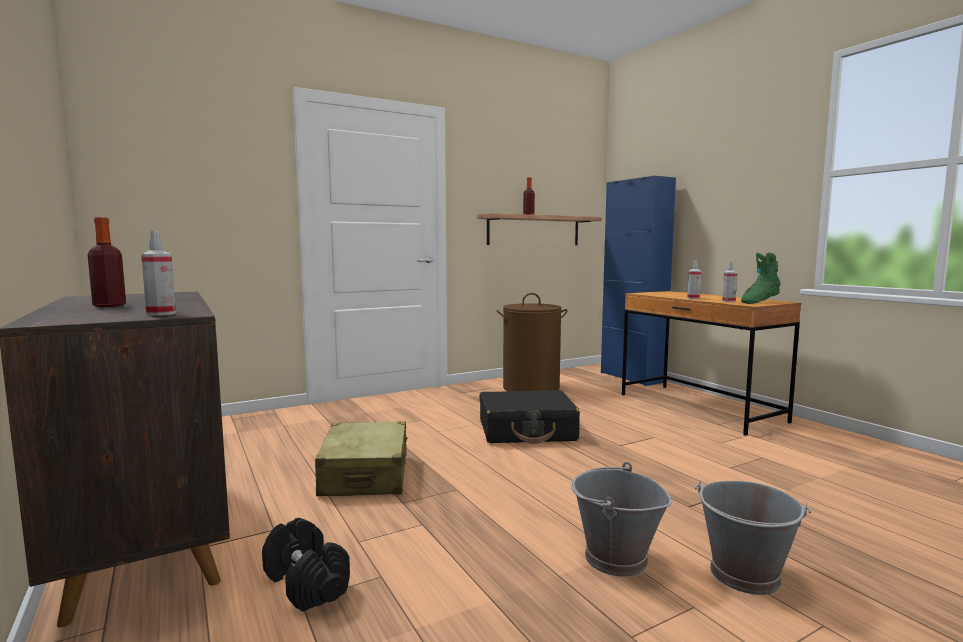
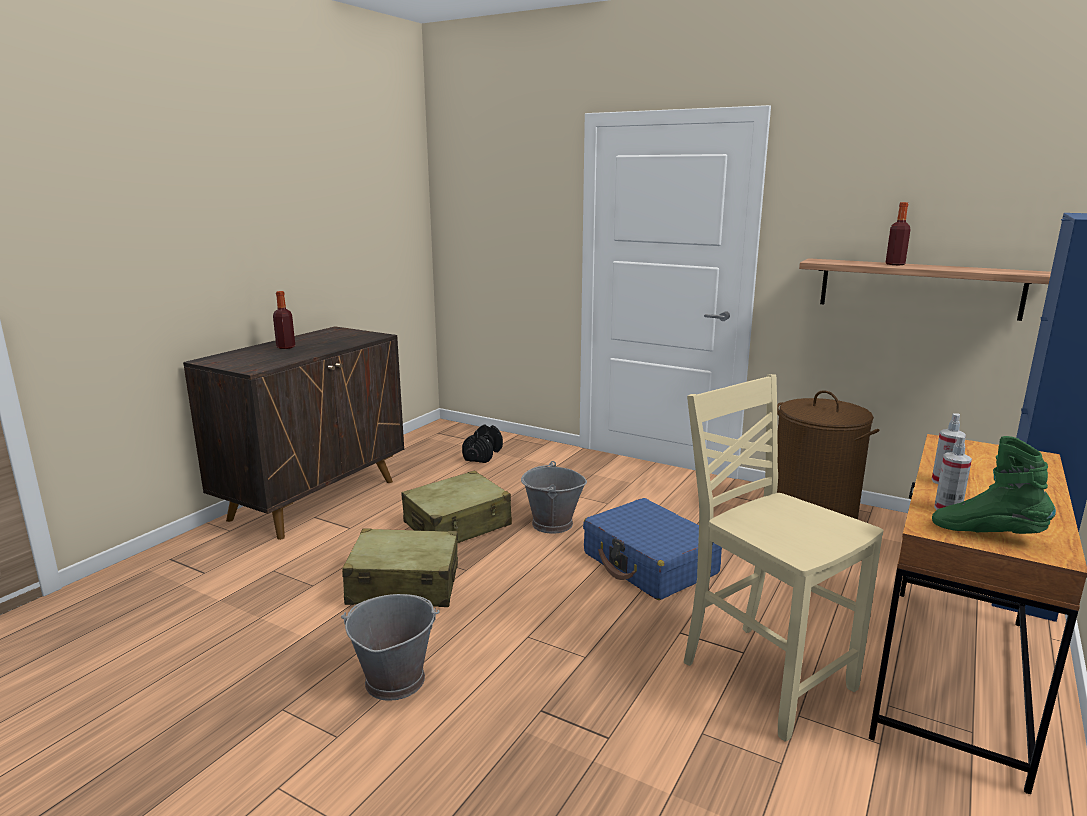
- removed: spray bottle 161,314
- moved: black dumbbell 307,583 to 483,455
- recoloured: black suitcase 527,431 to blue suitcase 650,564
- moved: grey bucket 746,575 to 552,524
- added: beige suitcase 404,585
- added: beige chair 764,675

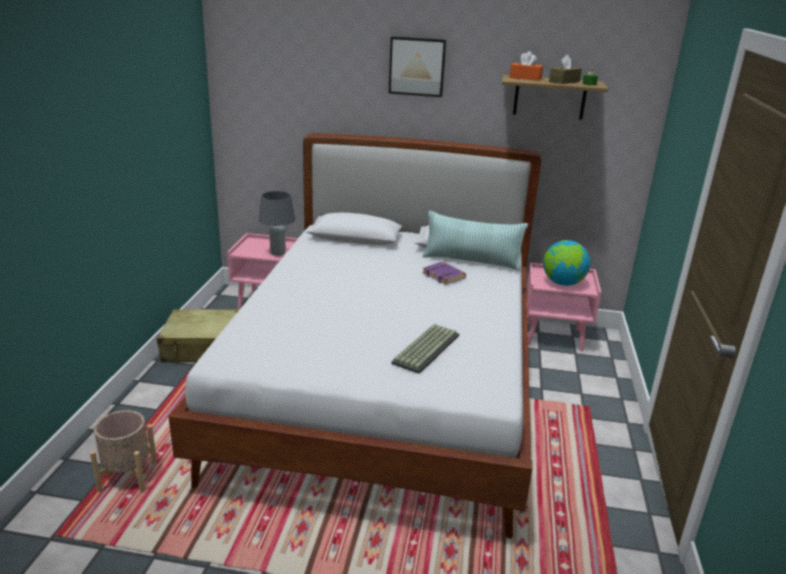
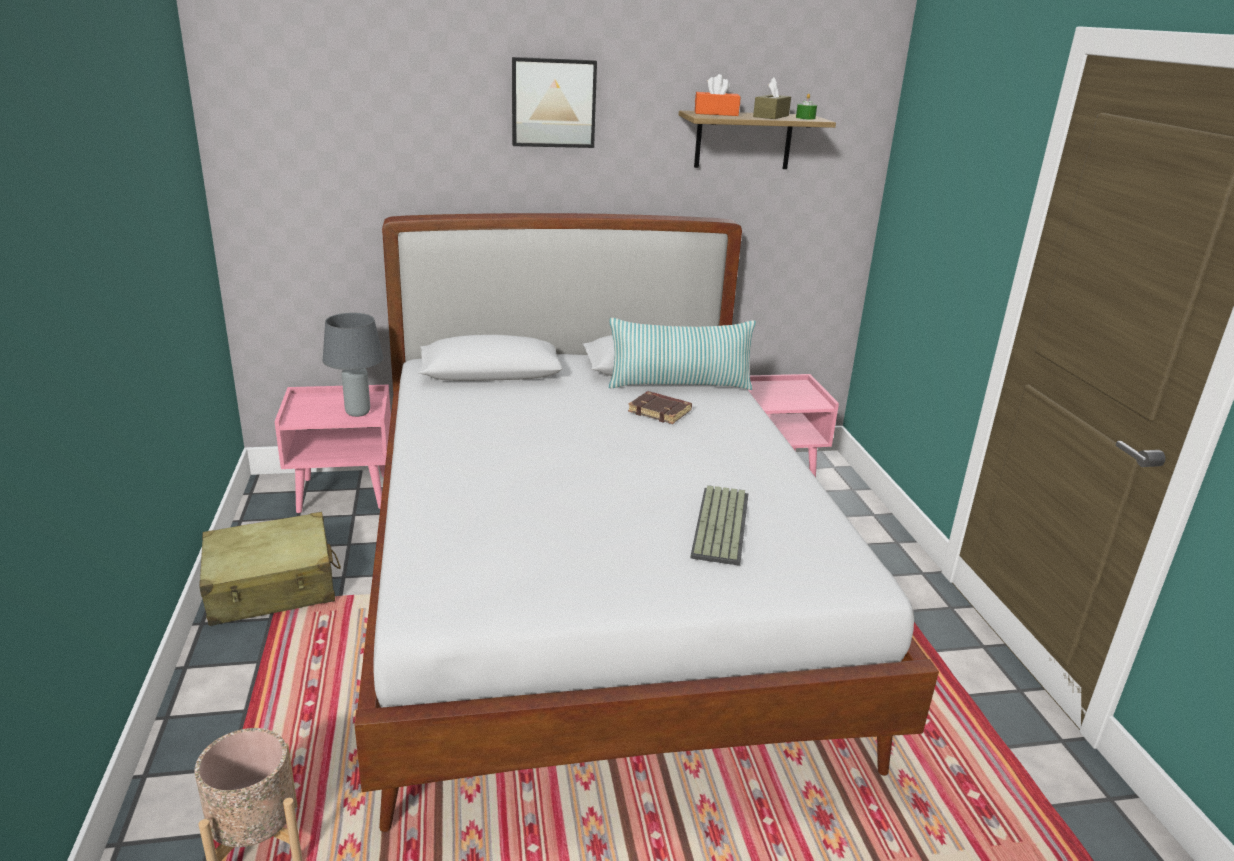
- recoloured: purple book 444,276 to brown book 660,411
- removed: globe 562,283

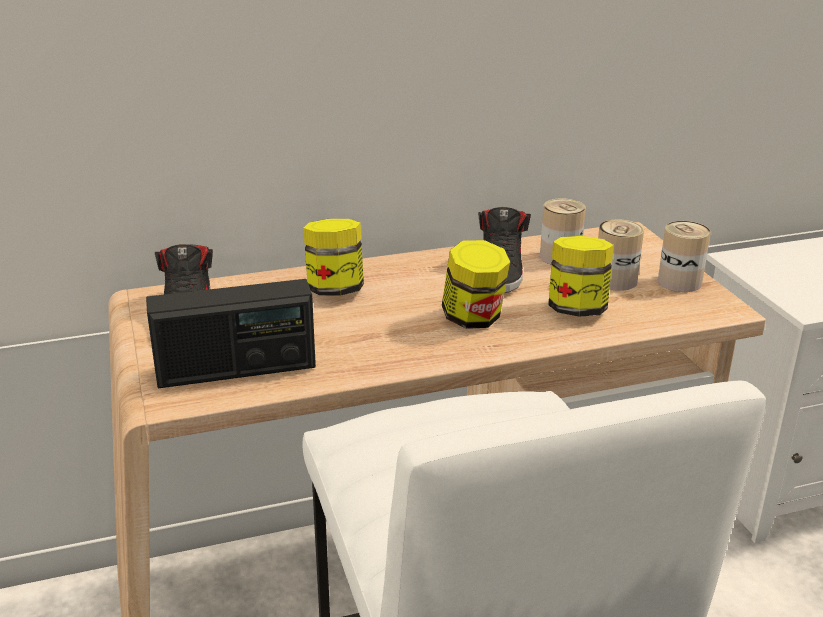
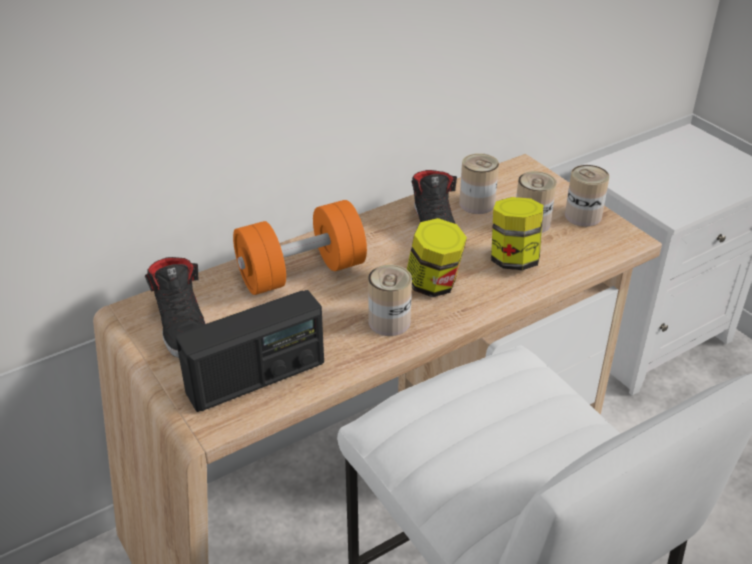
- replaced: jar 335,290 to orange dumbbell 301,273
- added: can 389,322

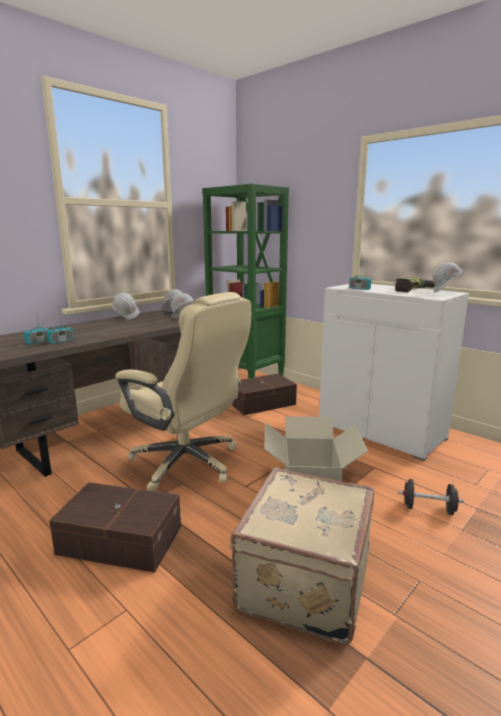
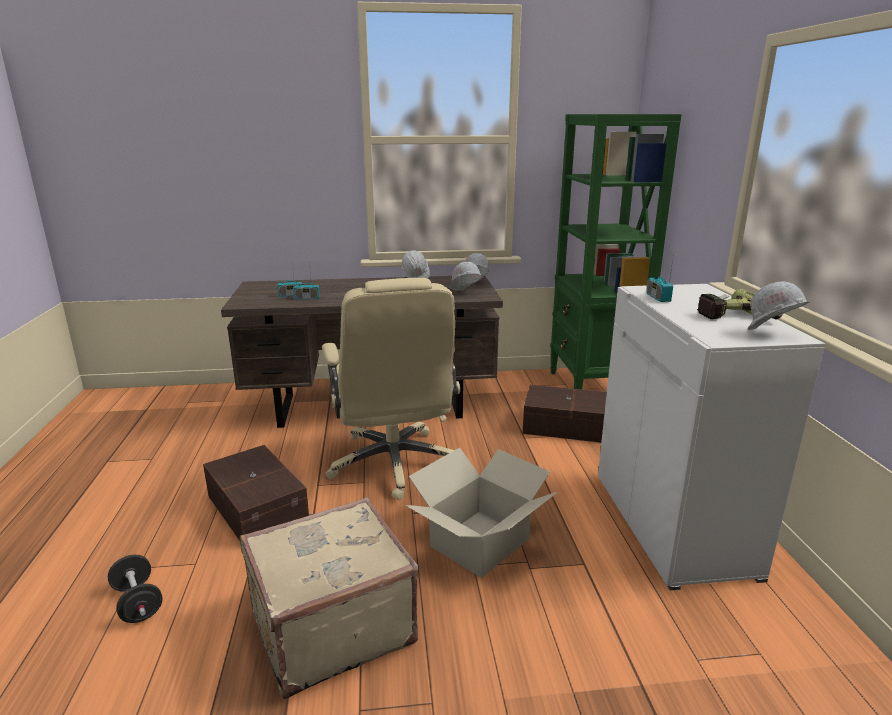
- moved: black dumbbell 428,509 to 138,603

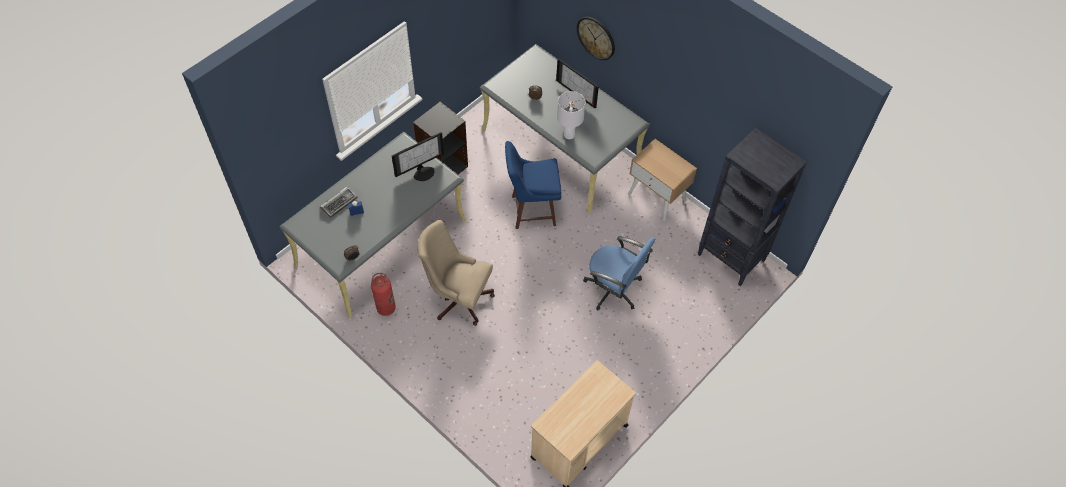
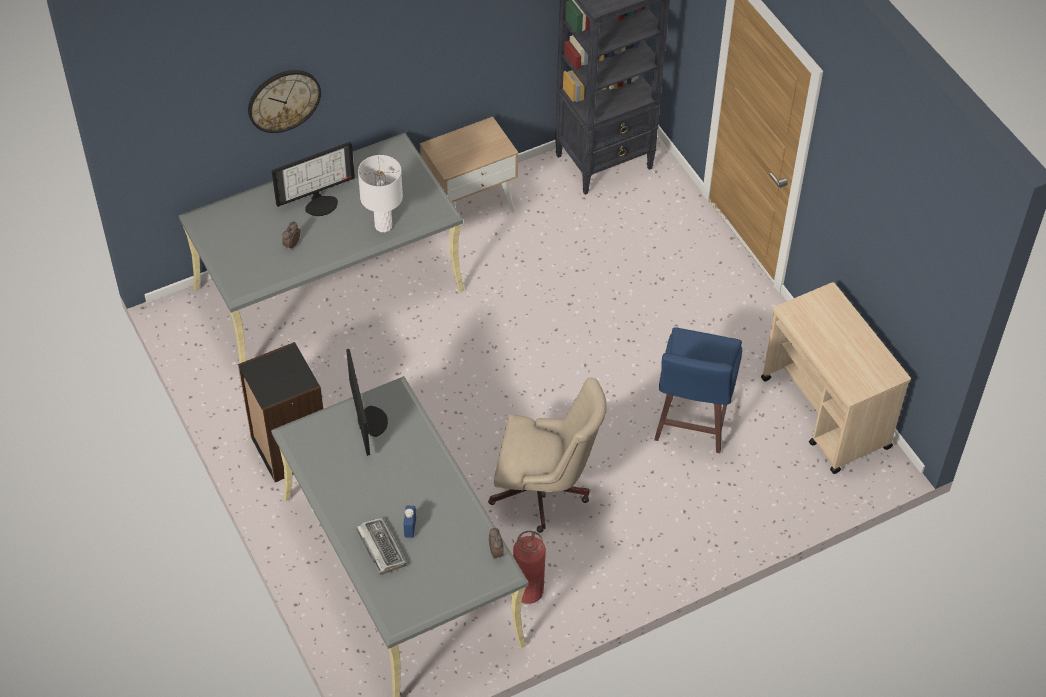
- turned: beige office chair 458,297 = 545,492 120 degrees counterclockwise
- moved: blue stool 532,210 to 691,422
- removed: blue office chair 613,289

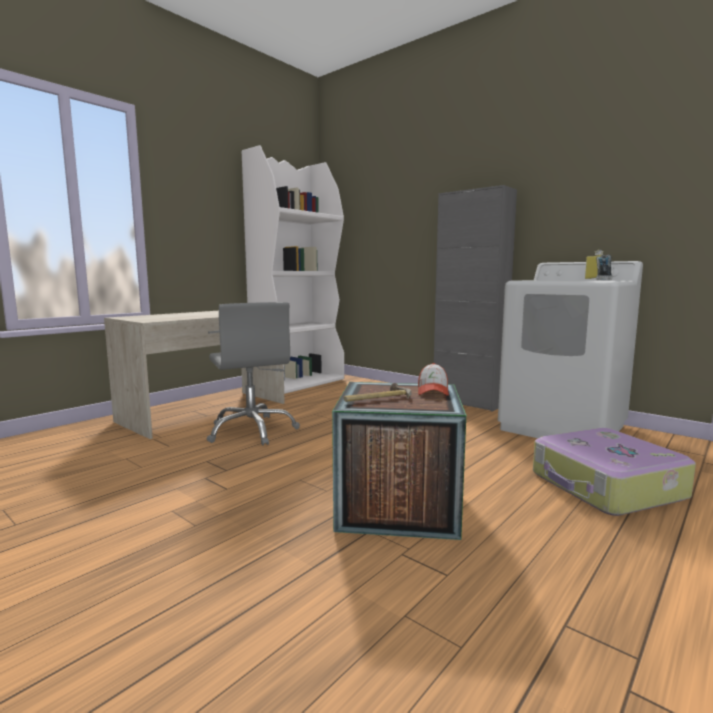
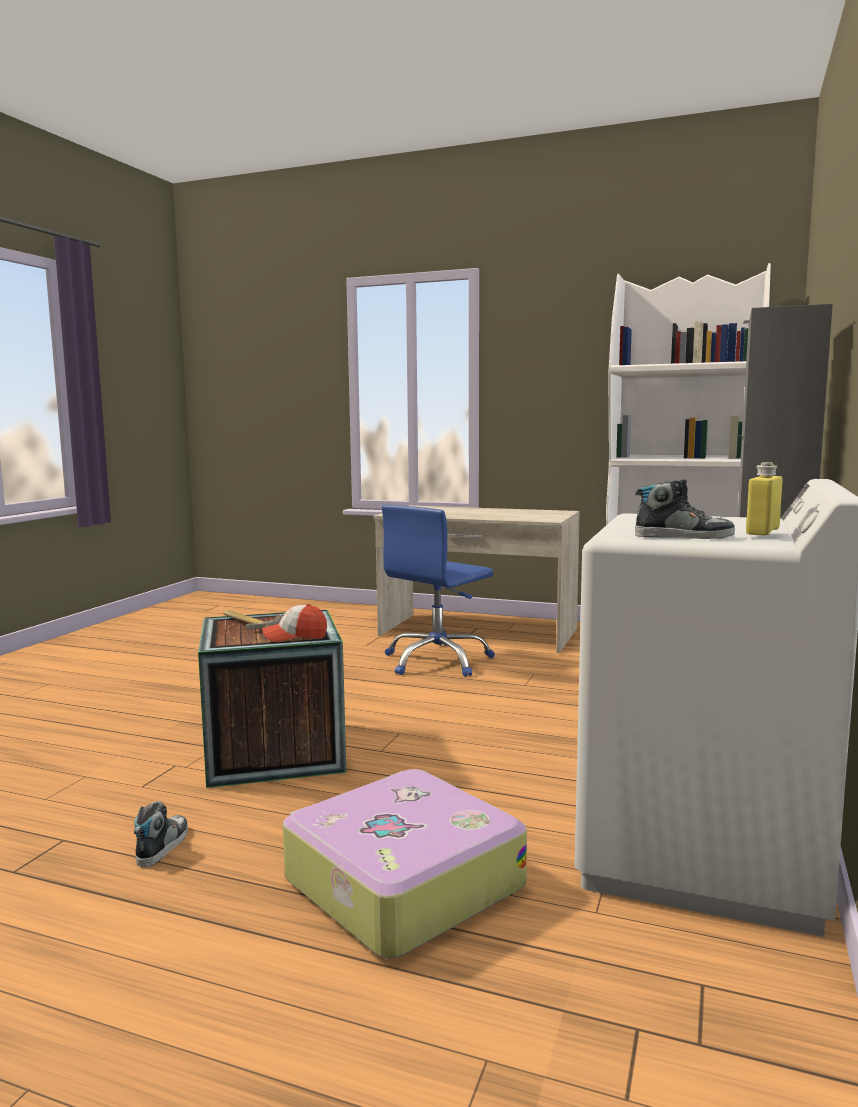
- recoloured: grey office chair 252,431 to blue office chair 438,661
- added: shoe 162,845

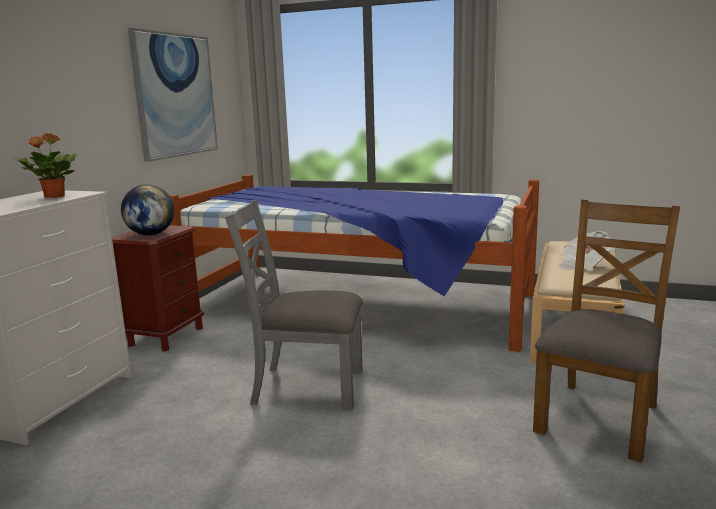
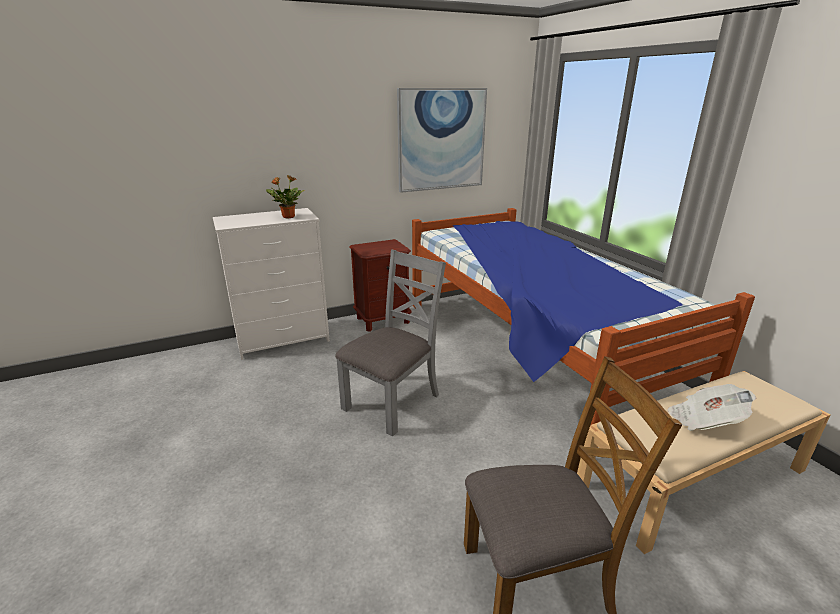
- removed: globe 151,234
- turned: grey chair 307,386 = 393,401 75 degrees clockwise

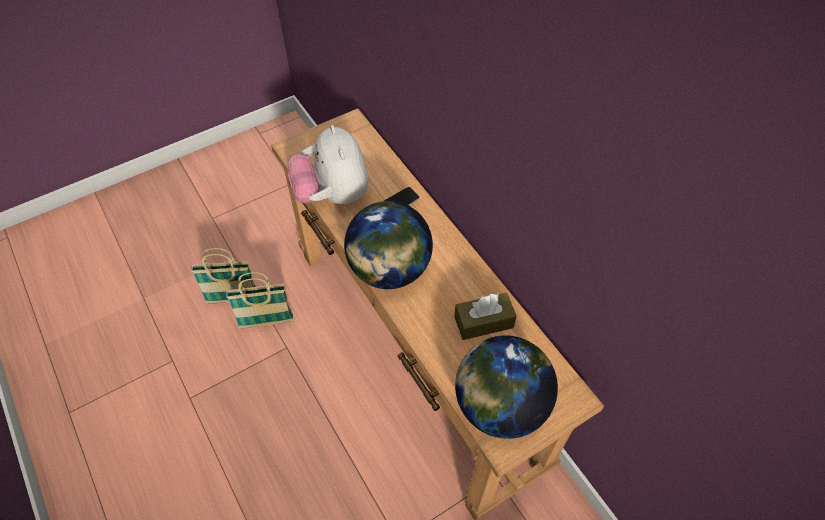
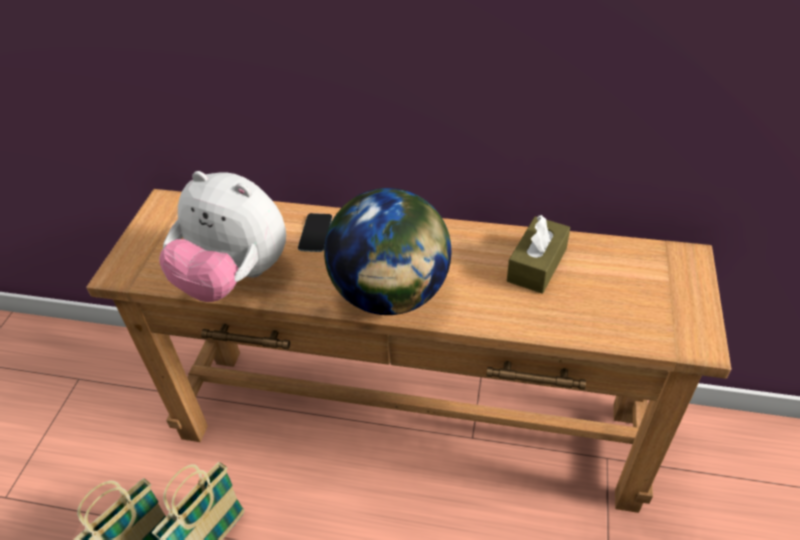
- removed: globe 499,406

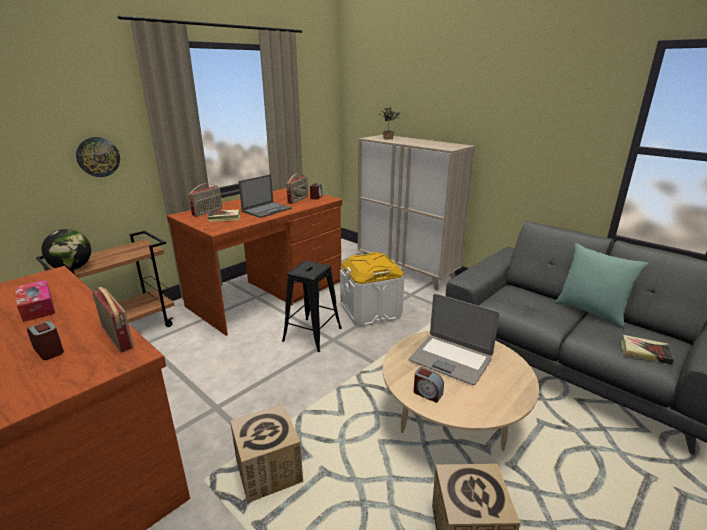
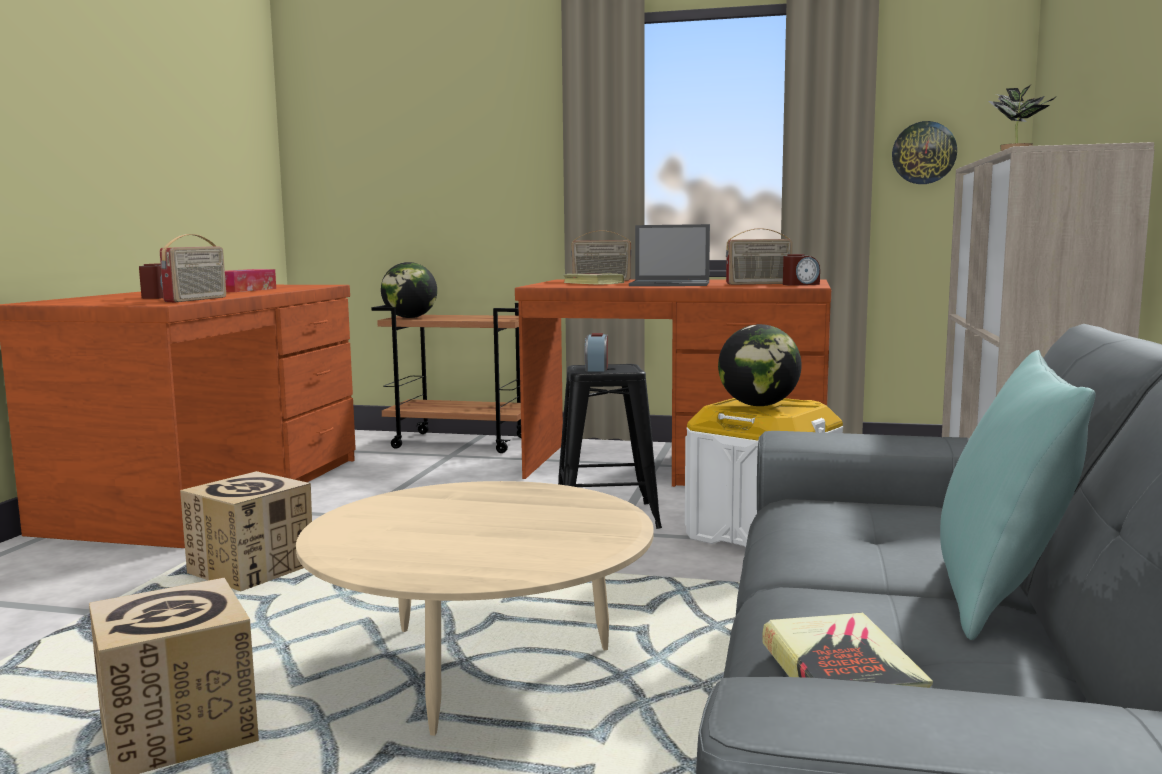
- moved: wall clock 98,157 to 924,153
- removed: laptop 450,359
- moved: alarm clock 427,393 to 596,368
- added: globe 758,405

